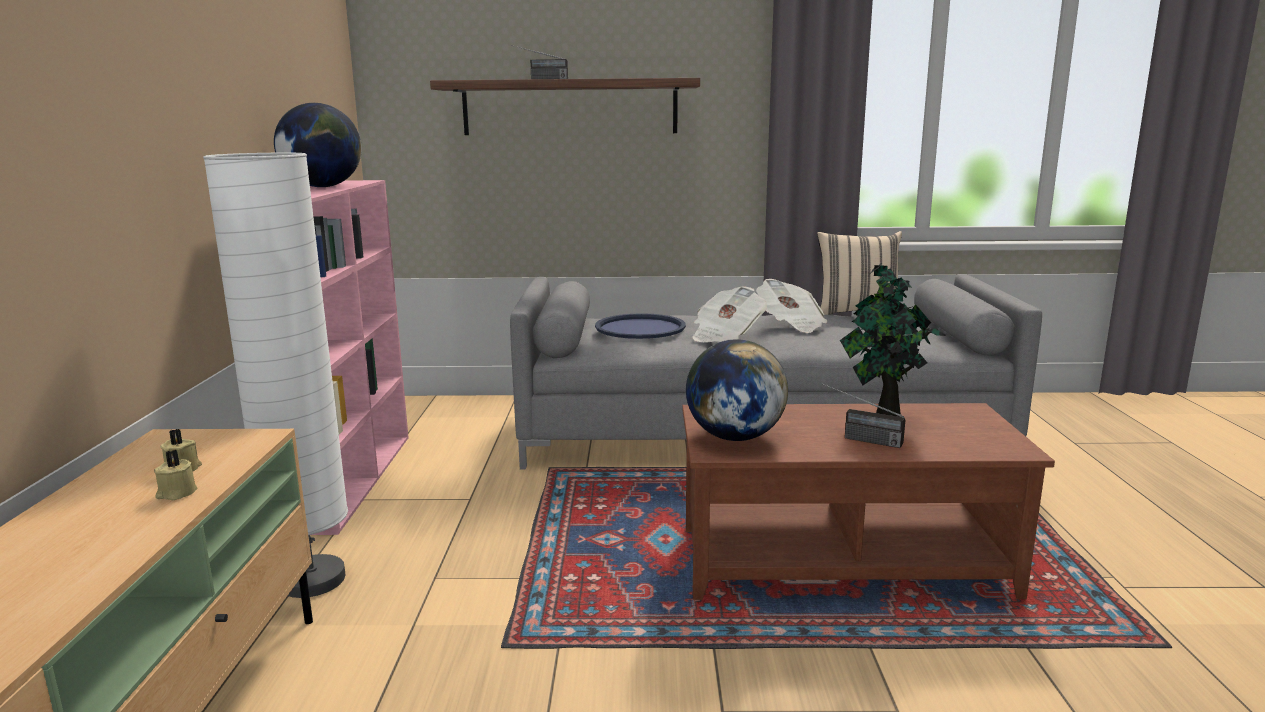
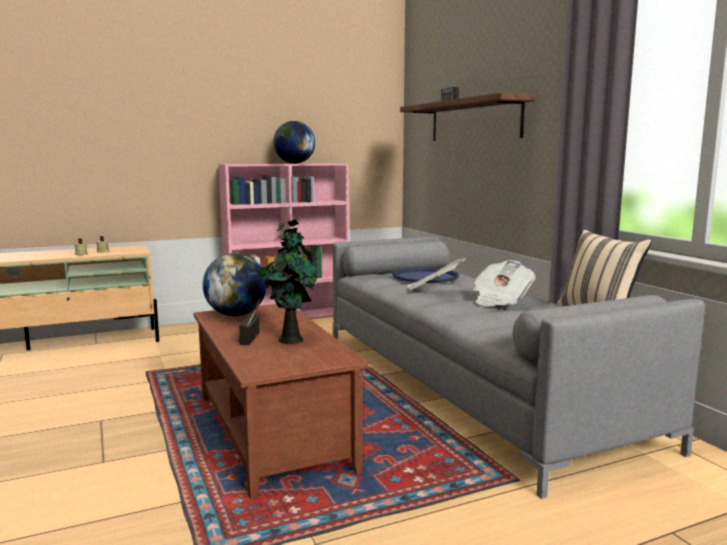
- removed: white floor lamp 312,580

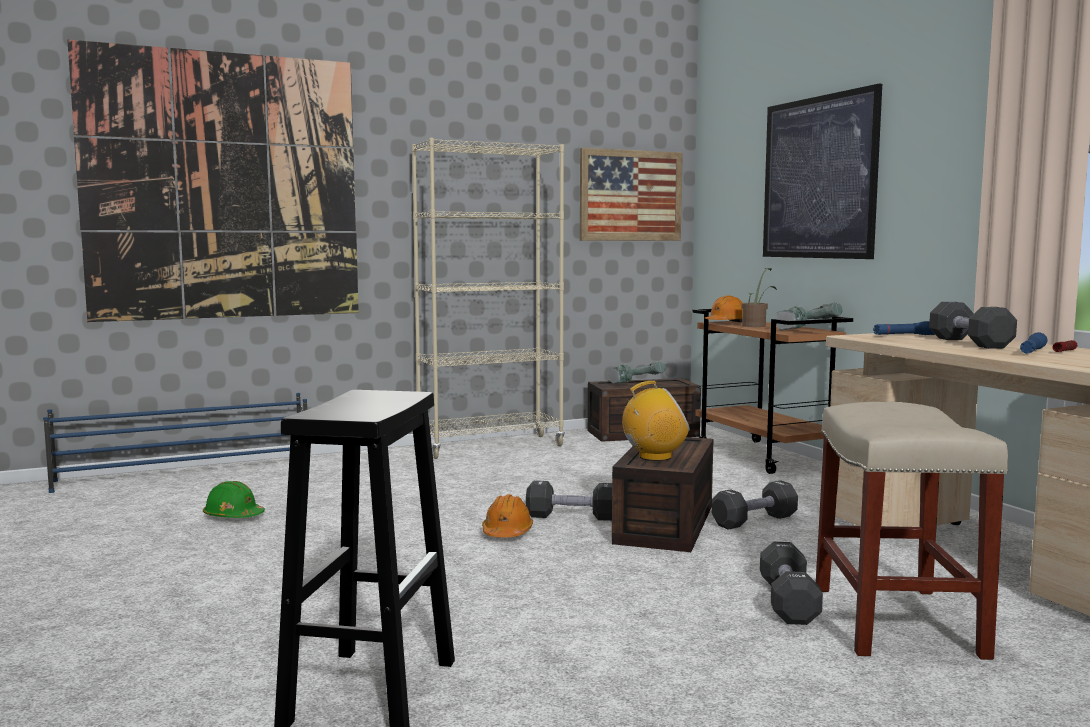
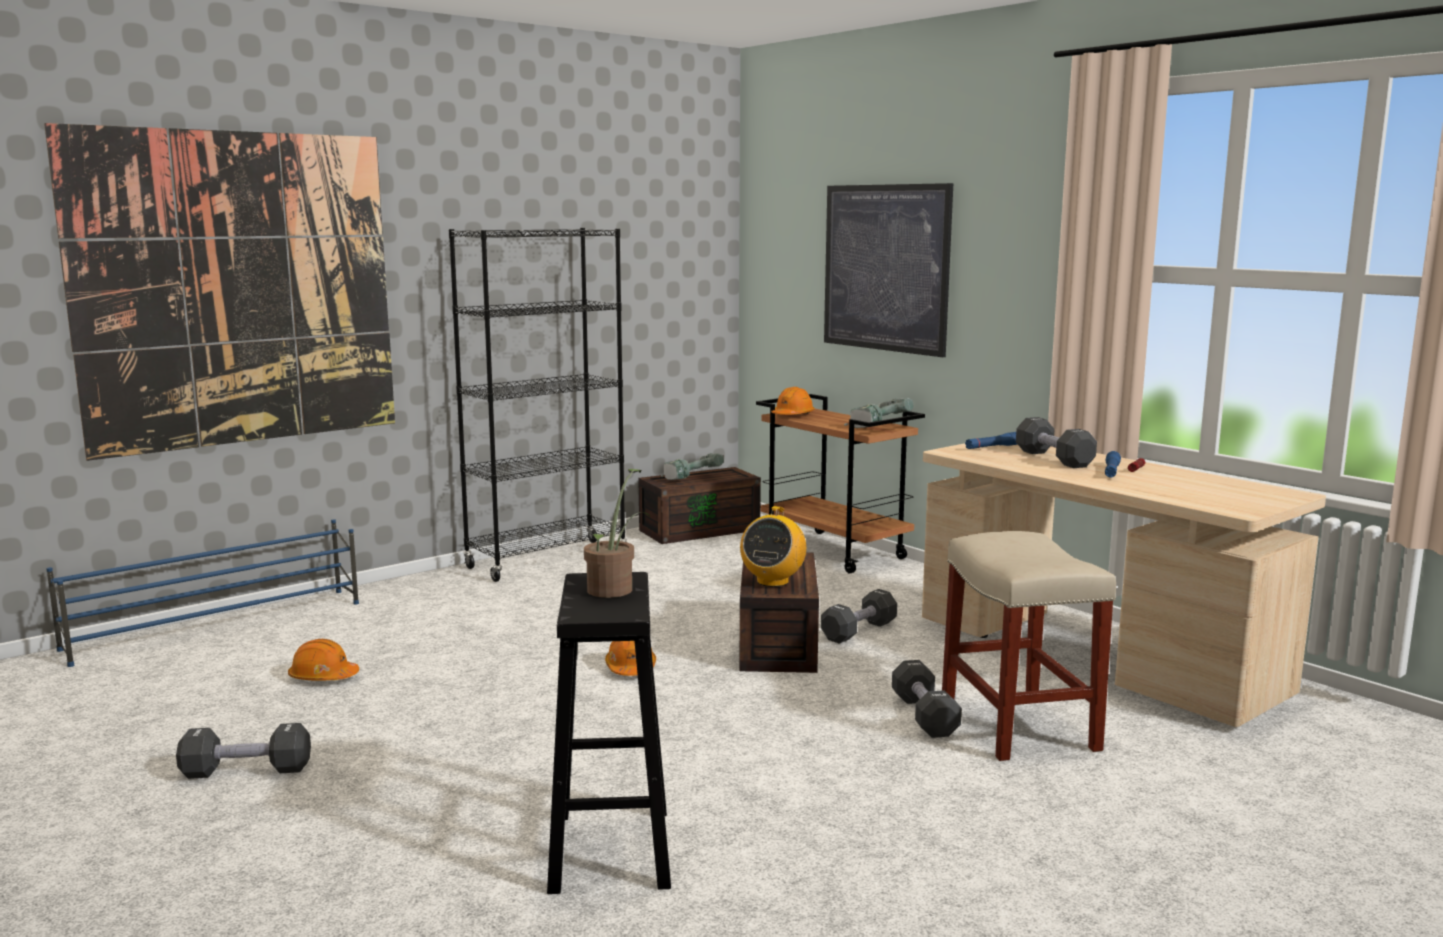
- recoloured: green hard hat 233,516 to orange hard hat 323,677
- recoloured: beige bookcase 490,447 to black bookcase 547,560
- moved: black dumbbell 572,517 to 246,771
- removed: picture 631,195
- turned: radio 654,457 = 772,581 135 degrees clockwise
- moved: potted plant 756,325 to 615,588

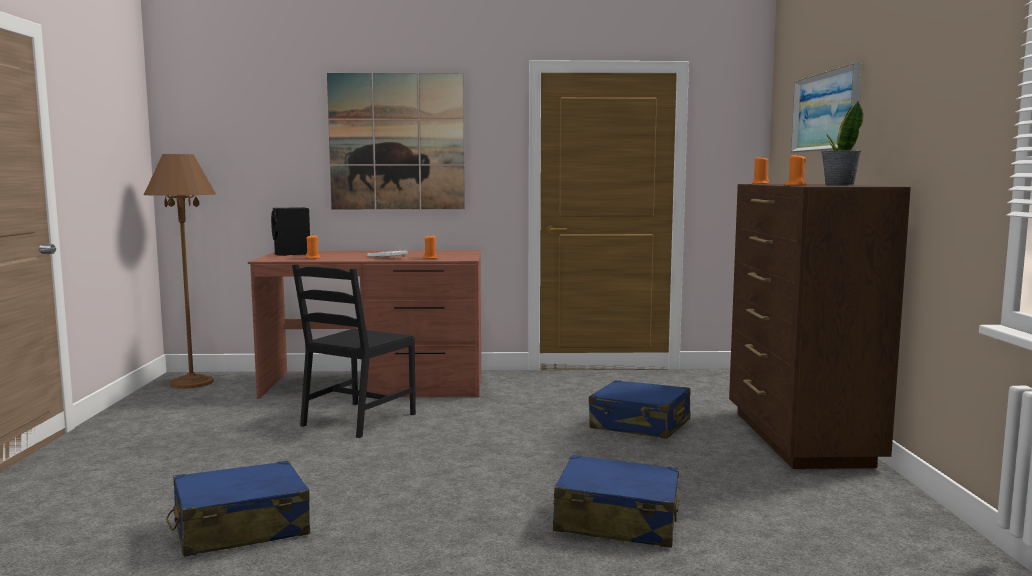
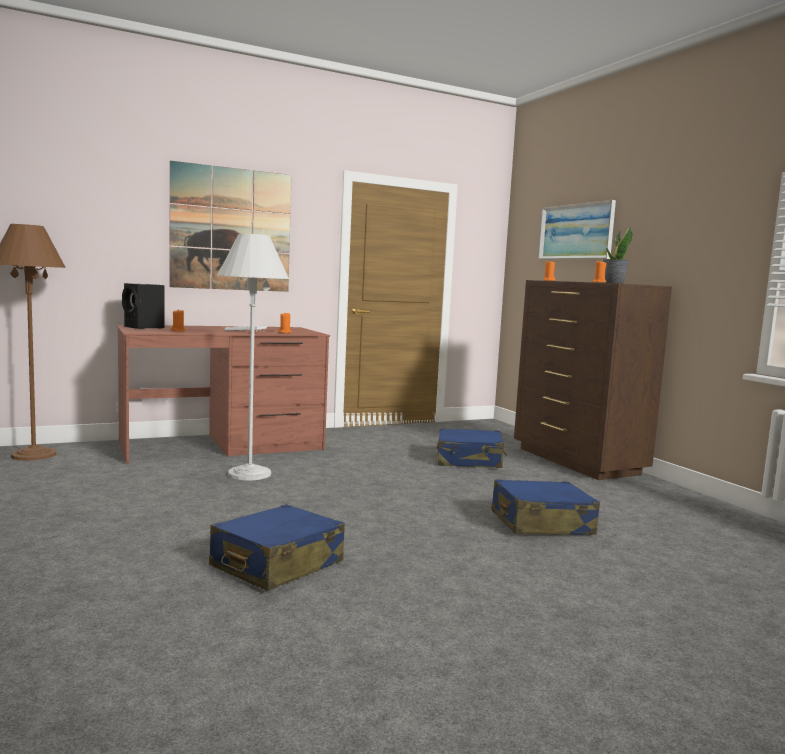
- replaced: black chair 358,420 to white floor lamp 249,474

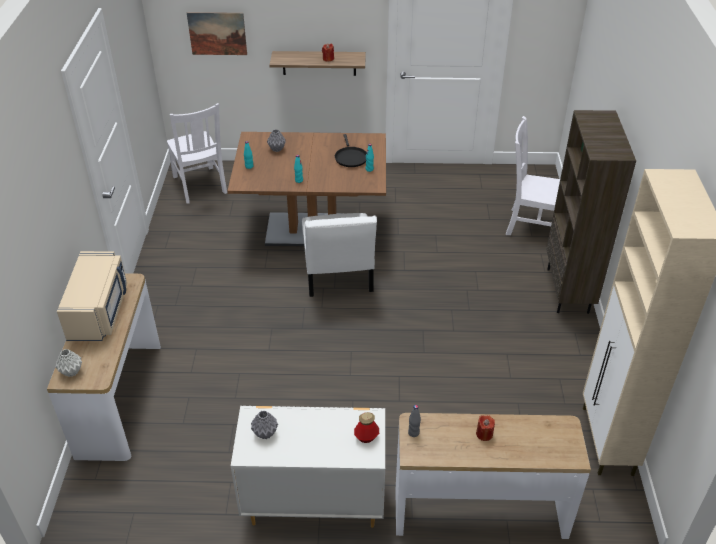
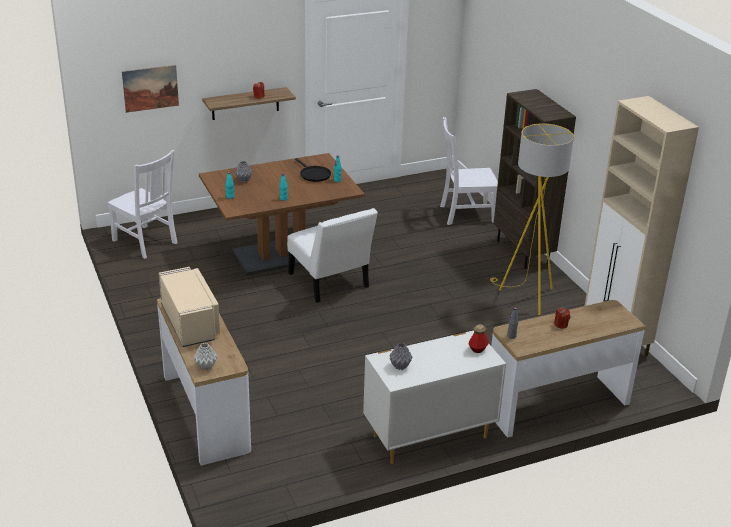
- added: yellow floor lamp 525,297

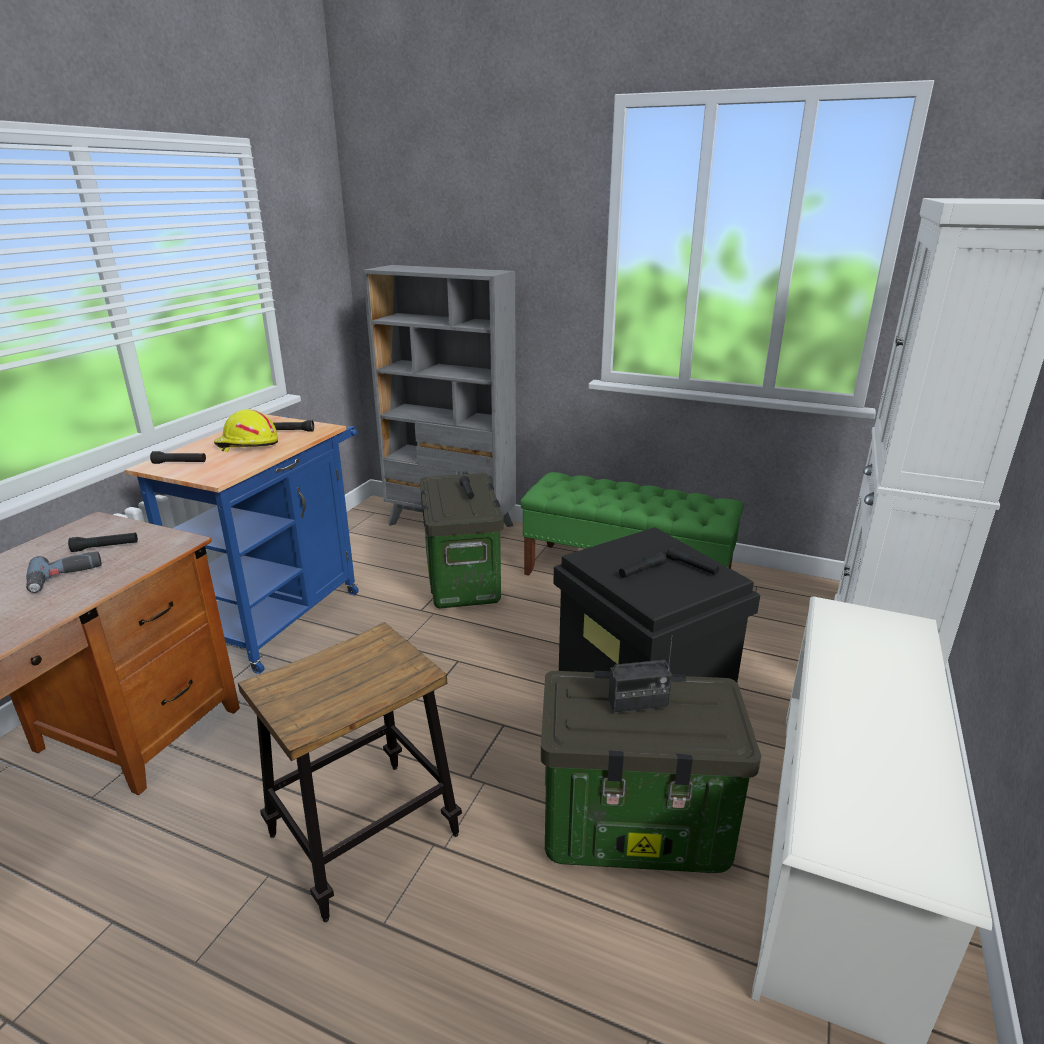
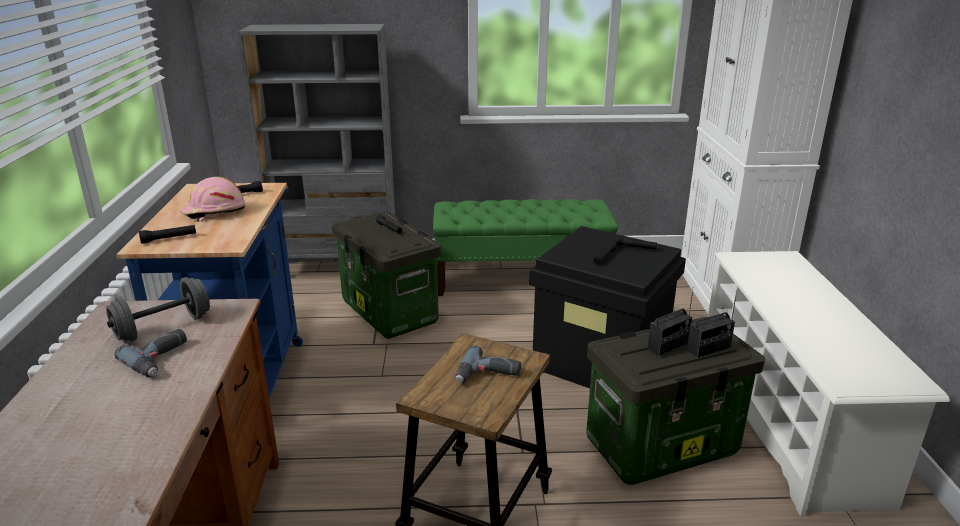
- replaced: black flashlight 105,547 to grey dumbbell 163,327
- recoloured: yellow hard hat 247,445 to pink hard hat 214,212
- added: power drill 487,375
- added: radio 708,349

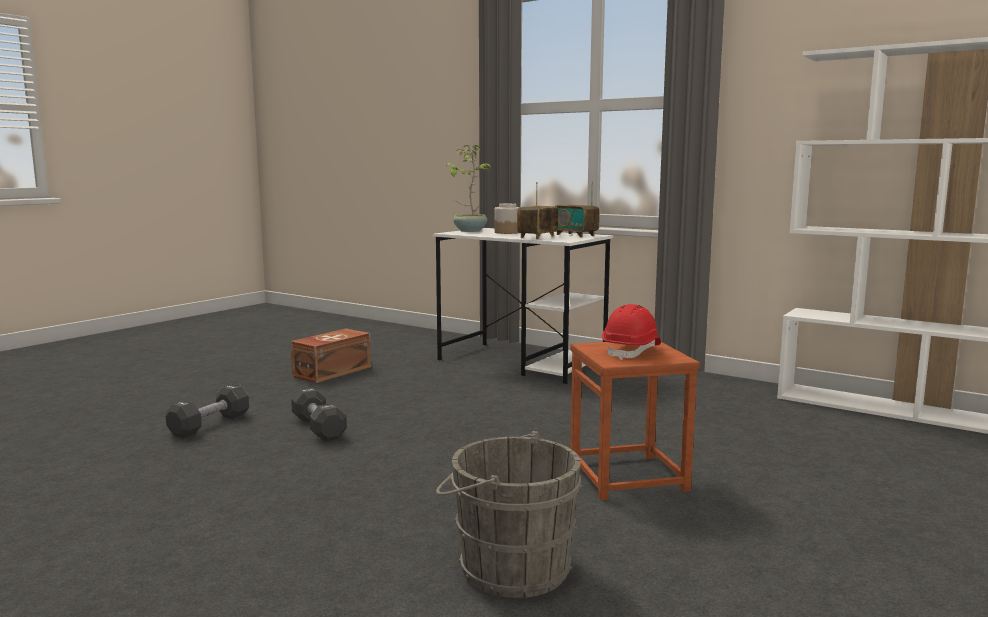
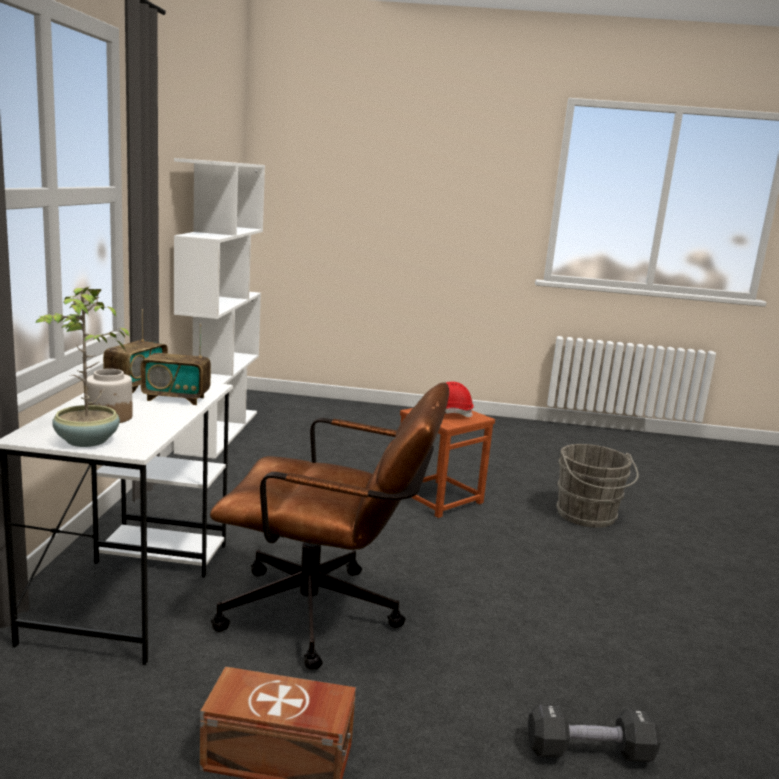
- removed: black dumbbell 318,428
- added: brown office chair 326,616

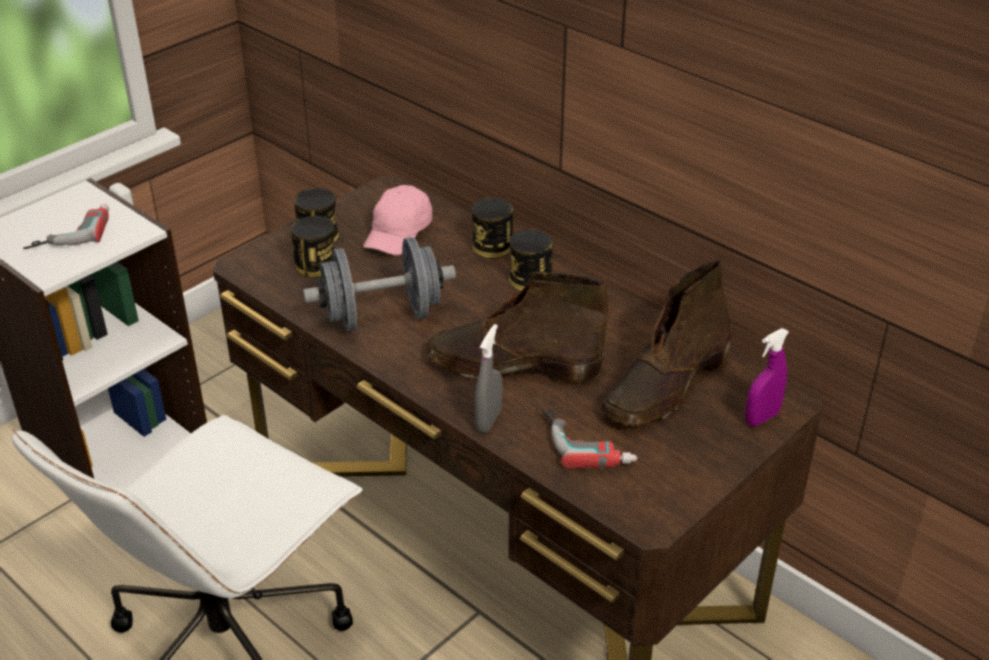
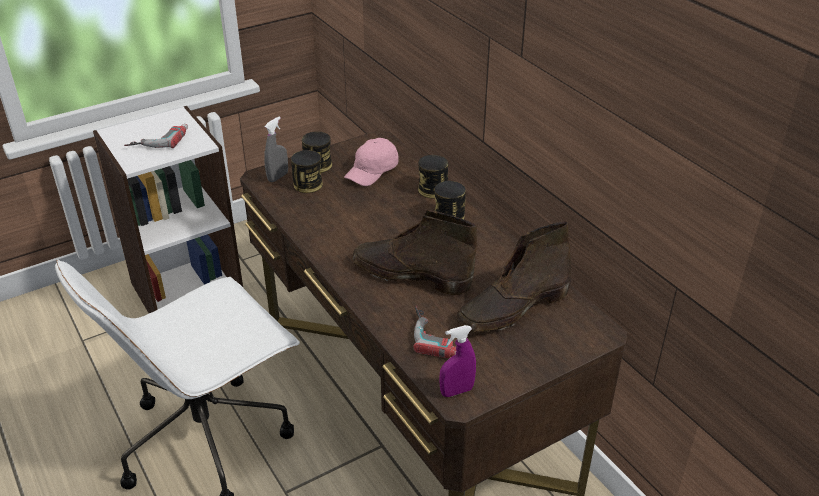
- removed: grey dumbbell 382,316
- moved: grey spray bottle 488,421 to 278,177
- moved: purple spray bottle 762,418 to 456,391

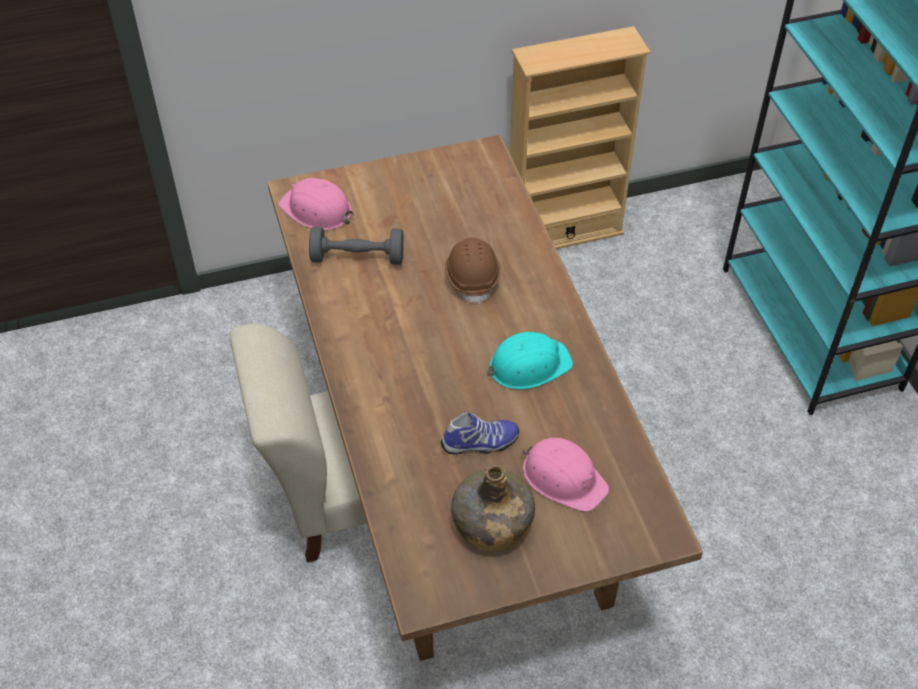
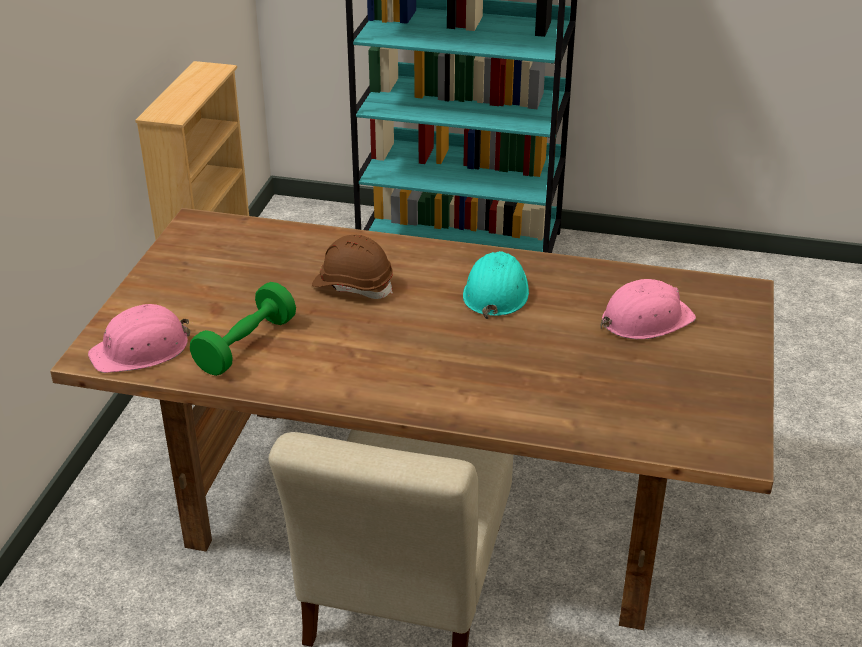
- recoloured: grey dumbbell 357,258 to green dumbbell 246,345
- removed: shoe 480,443
- removed: green bottle 491,525

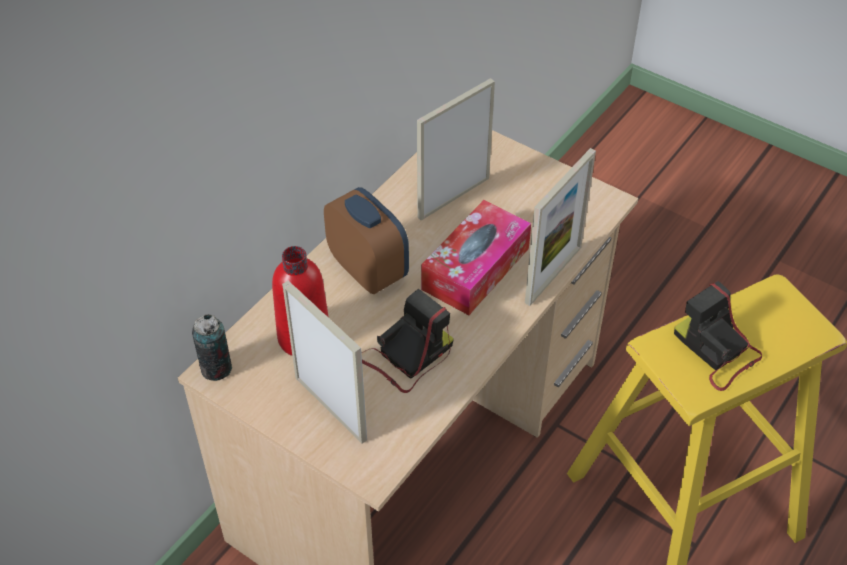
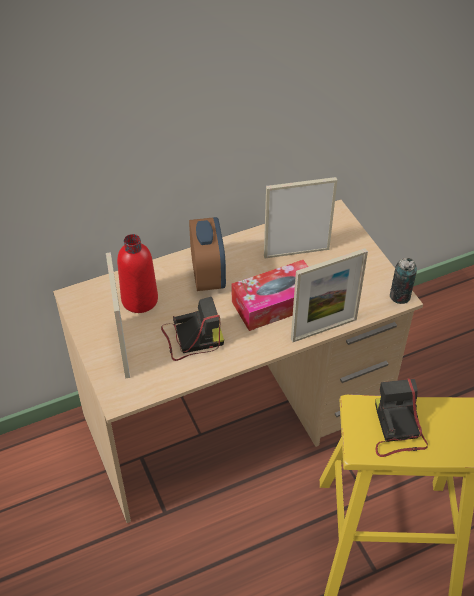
- moved: can 216,368 to 400,296

